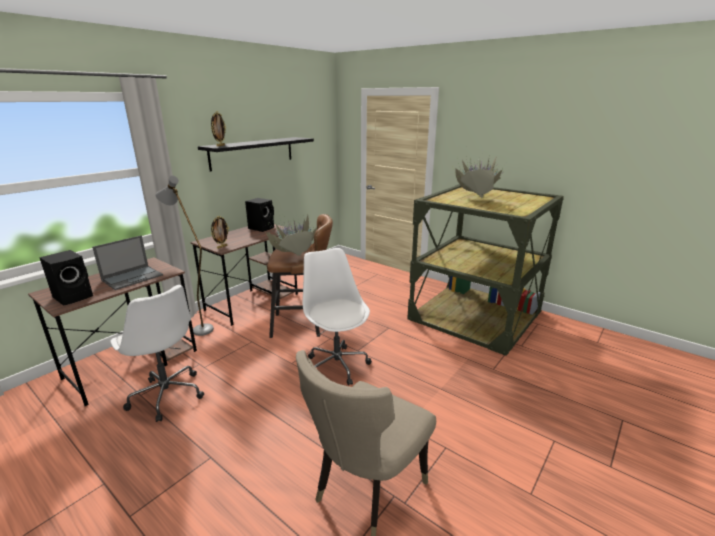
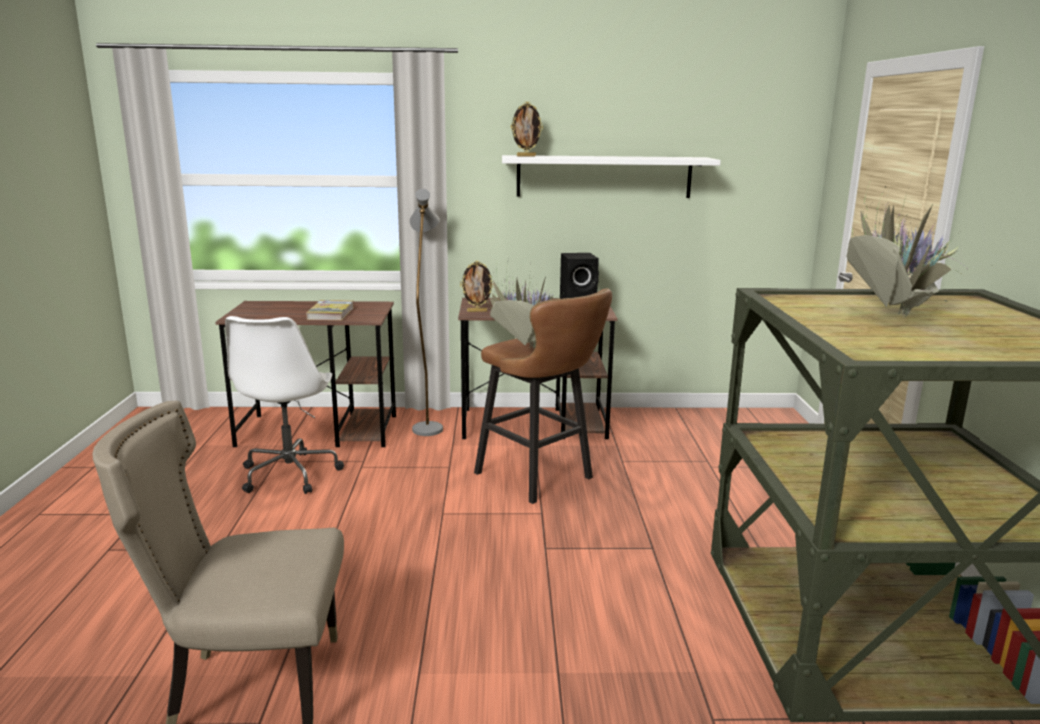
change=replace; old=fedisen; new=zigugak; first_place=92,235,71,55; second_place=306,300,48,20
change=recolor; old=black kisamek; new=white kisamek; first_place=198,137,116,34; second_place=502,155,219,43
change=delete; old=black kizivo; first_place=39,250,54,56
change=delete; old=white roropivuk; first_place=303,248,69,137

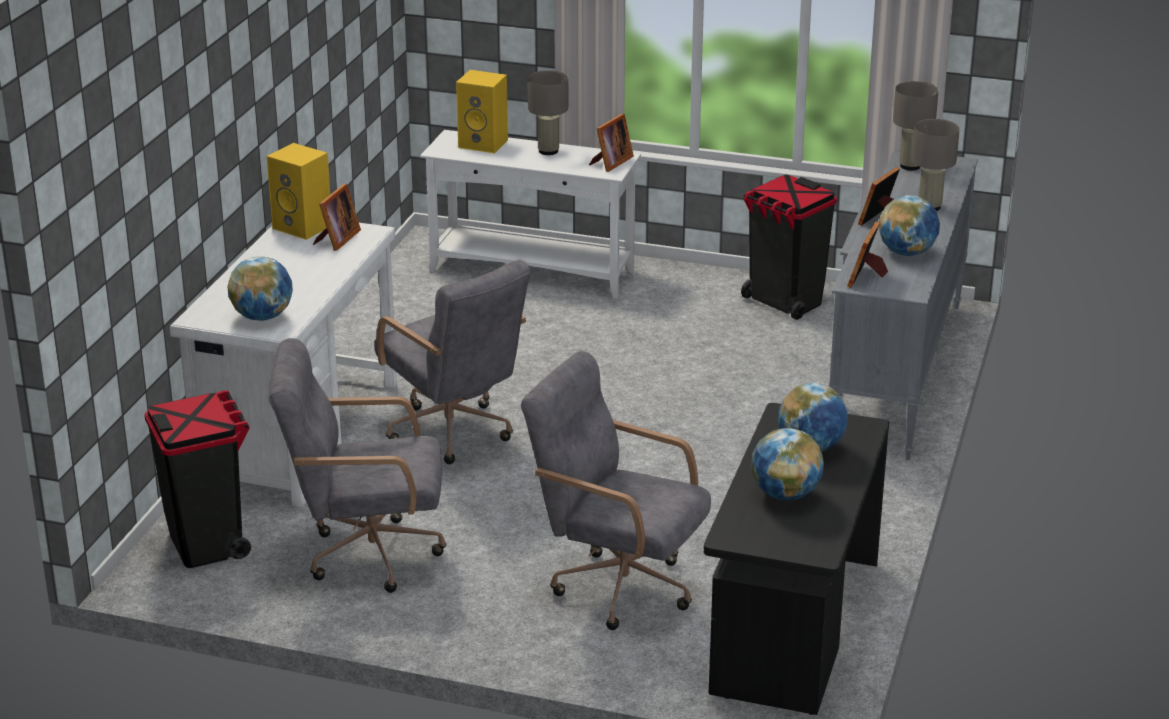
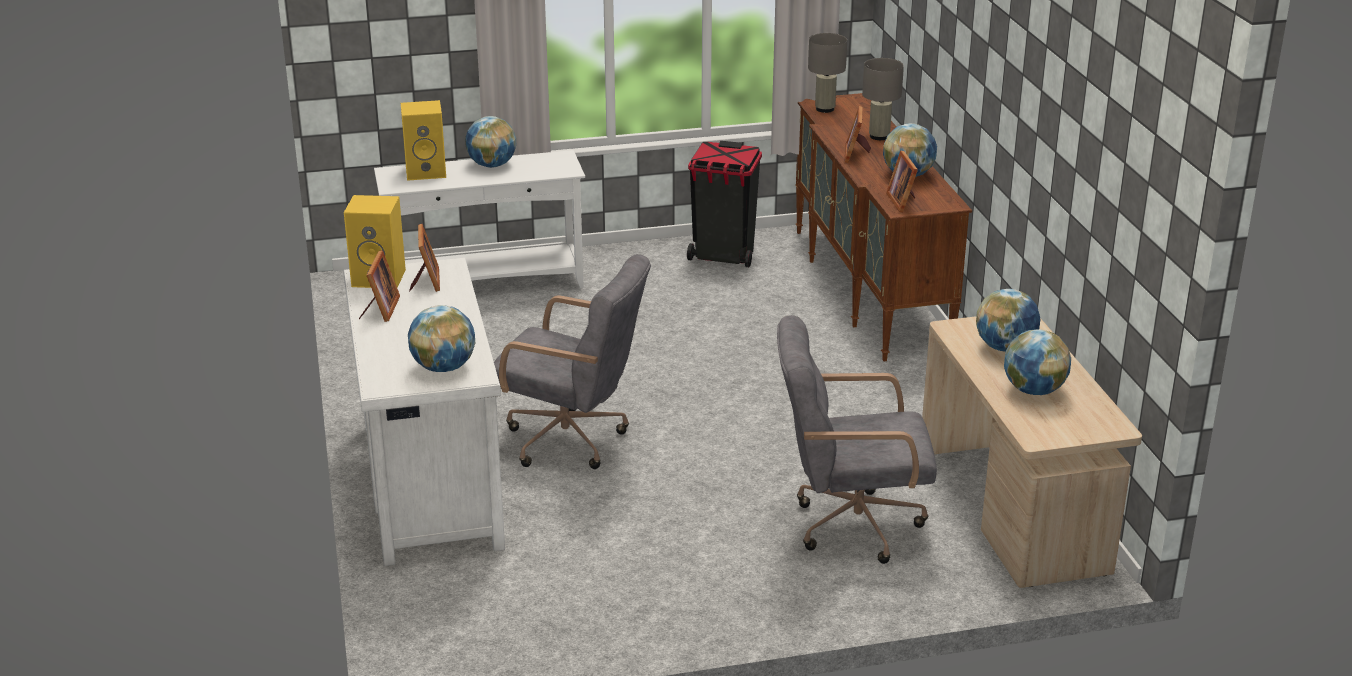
change=move; old=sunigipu; first_place=589,114,45,58; second_place=359,250,41,72
change=replace; old=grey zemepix; new=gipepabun; first_place=528,70,40,85; second_place=465,116,51,52
change=recolor; old=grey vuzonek; new=brown vuzonek; first_place=829,153,149,307; second_place=796,93,176,268
change=recolor; old=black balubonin; new=beige balubonin; first_place=704,403,185,312; second_place=922,316,220,272
change=delete; old=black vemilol; first_place=145,390,106,178
change=delete; old=grey roropivuk; first_place=268,338,178,255

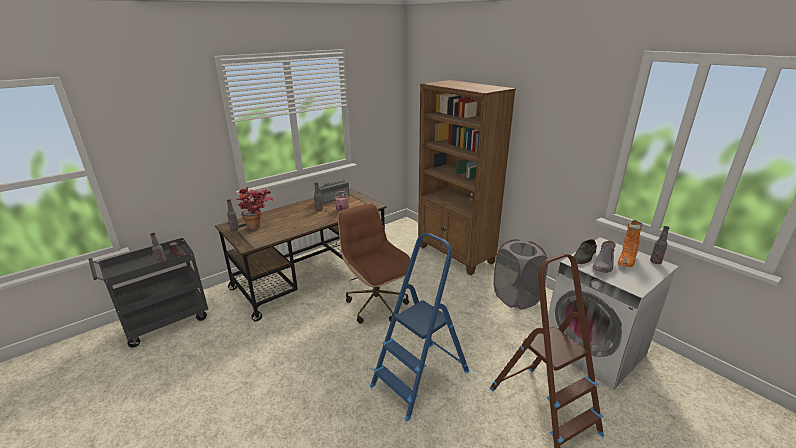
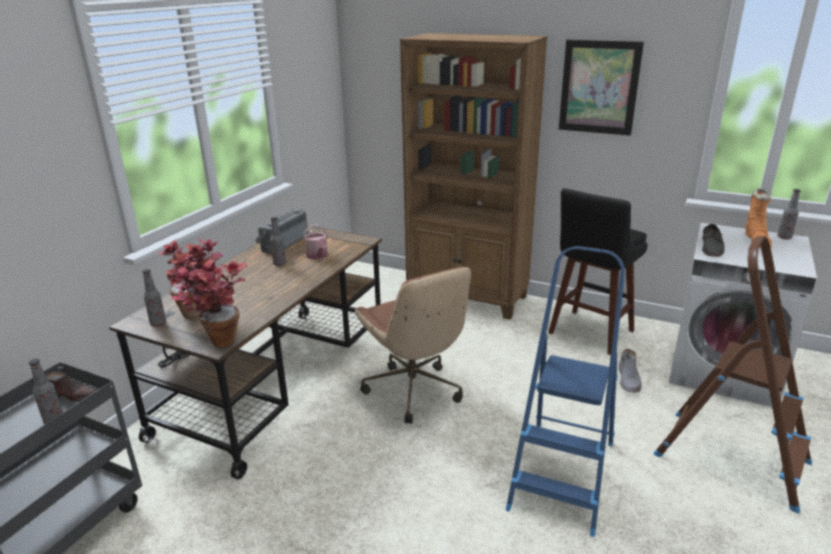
change=insert; new=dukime; second_place=170,260,78,88
change=rotate; old=brown roropivuk; first_place=338,203,72,121; second_place=355,266,116,158; degrees=-150
change=replace; old=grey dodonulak; new=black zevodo; first_place=493,239,55,71; second_place=548,188,100,167
change=insert; new=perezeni; second_place=559,40,85,96
change=move; old=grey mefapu; first_place=593,241,23,32; second_place=619,349,23,43

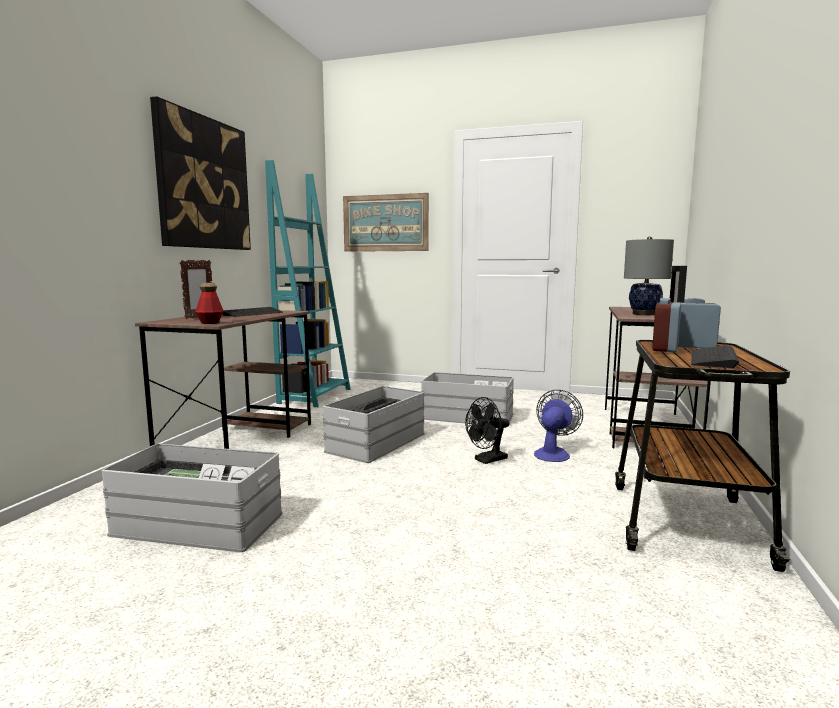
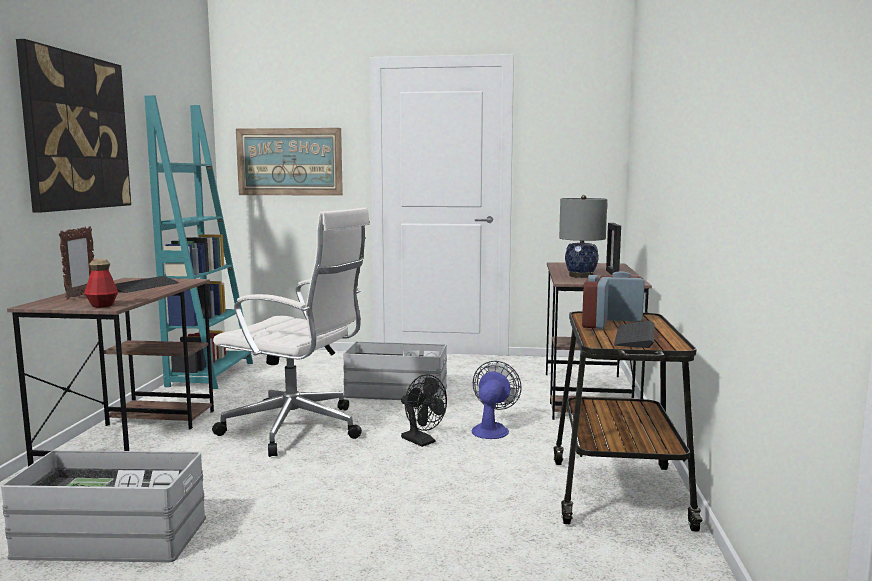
change=replace; old=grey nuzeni; new=white roropivuk; first_place=323,386,102,77; second_place=212,207,158,250
change=rotate; old=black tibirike; first_place=465,397,45,67; second_place=401,374,46,73; degrees=-90

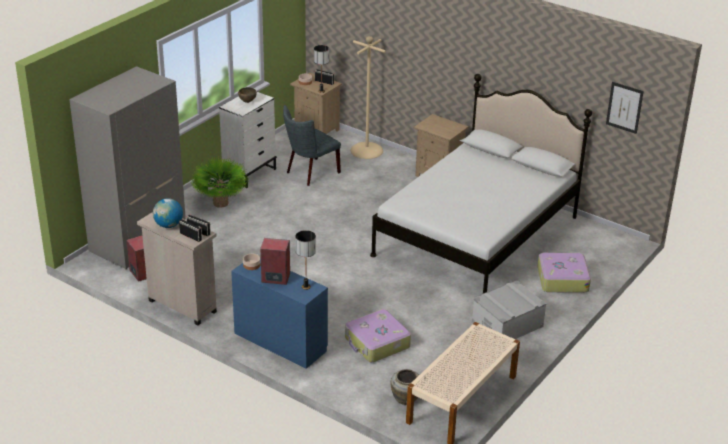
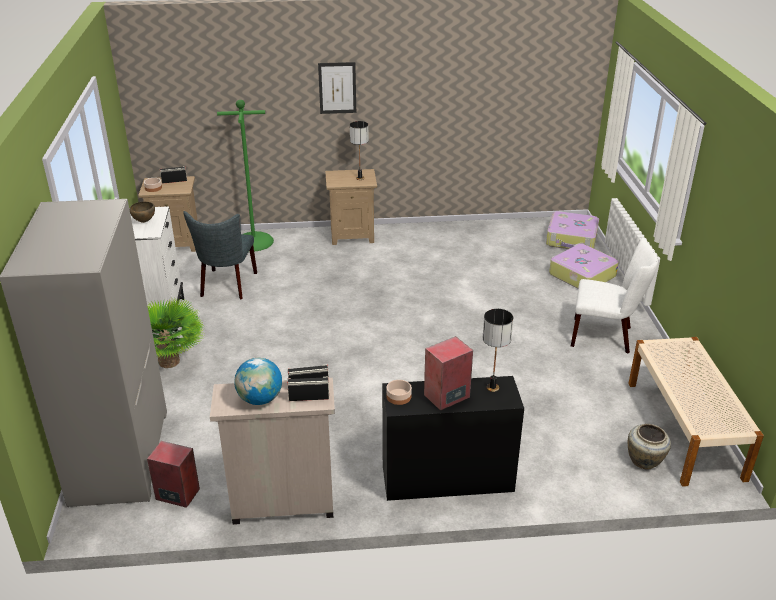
change=recolor; old=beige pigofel; new=green pigofel; first_place=350,36,36,123; second_place=217,100,57,152
change=move; old=perezeni; first_place=606,82,38,52; second_place=318,62,38,52
change=move; old=zemepix; first_place=314,45,15,48; second_place=350,121,19,59
change=recolor; old=blue balubonin; new=black balubonin; first_place=231,257,97,112; second_place=382,376,142,125
change=move; old=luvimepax; first_place=345,309,66,53; second_place=546,211,53,38
change=replace; old=grey nuzeni; new=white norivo; first_place=472,281,74,61; second_place=571,237,87,116
change=delete; old=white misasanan; first_place=370,74,222,220

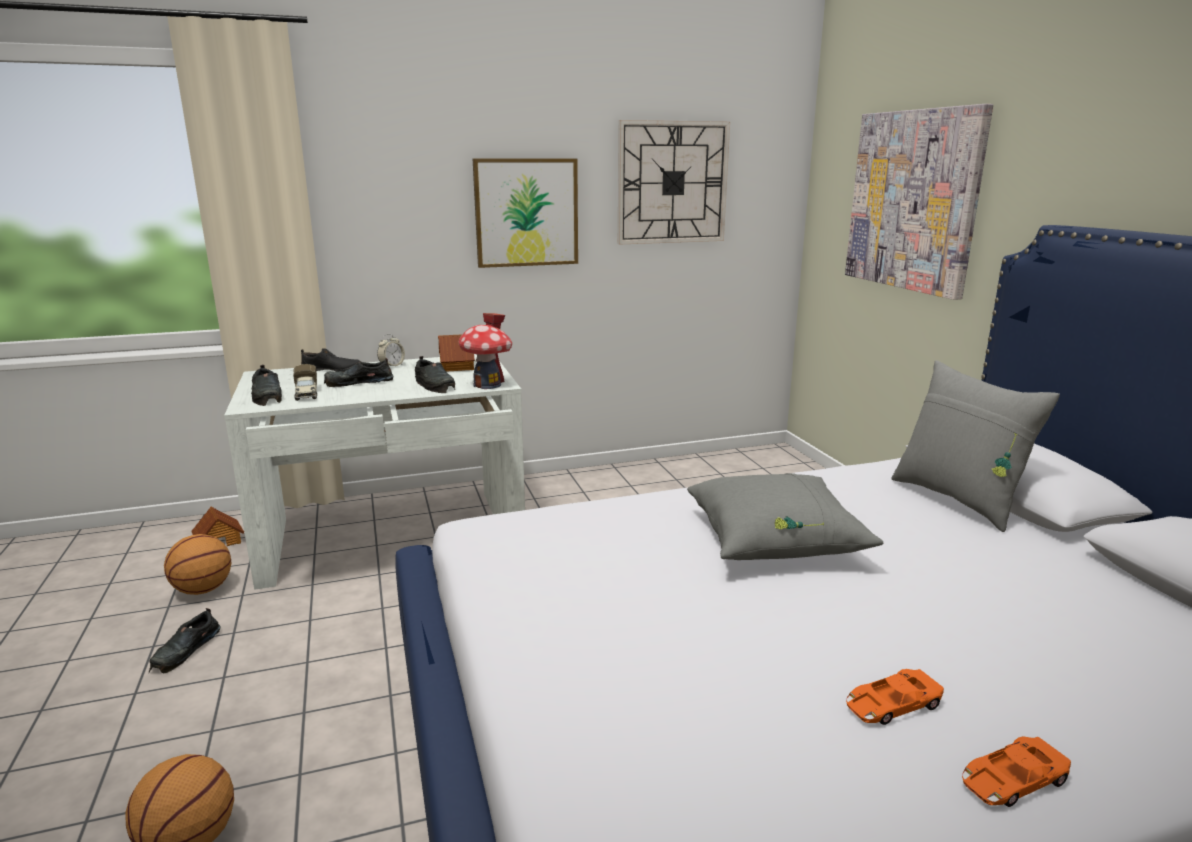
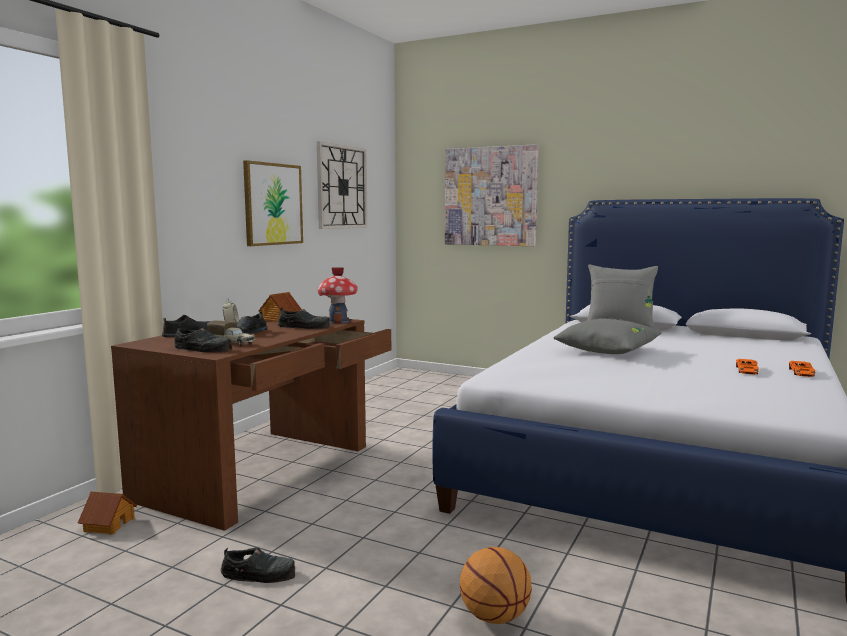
change=recolor; old=white balubonin; new=brown balubonin; first_place=224,354,301,236; second_place=111,316,280,215
change=rotate; old=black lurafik; first_place=149,608,71,65; second_place=221,547,74,36; degrees=-60
change=delete; old=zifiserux; first_place=164,534,67,61

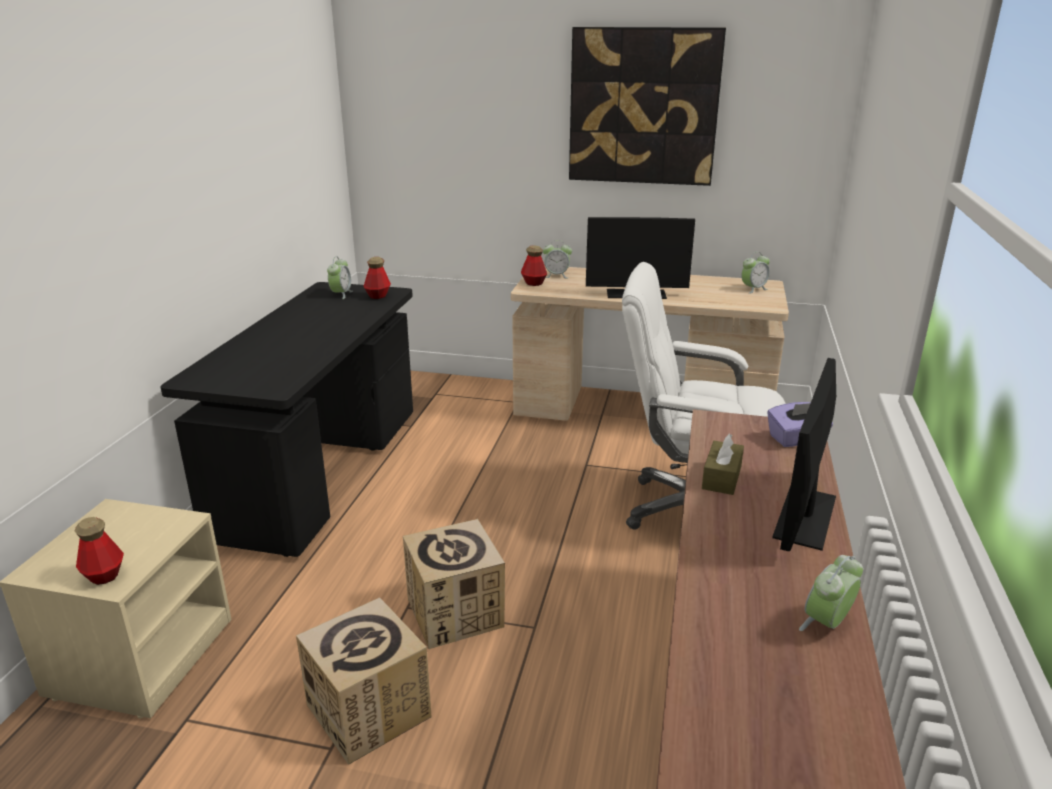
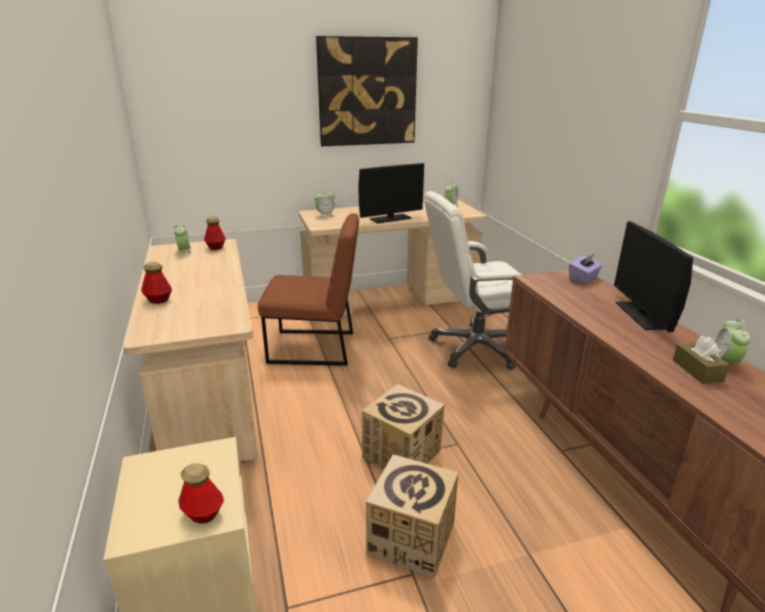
change=recolor; old=black balubonin; new=beige balubonin; first_place=161,282,252,275; second_place=123,239,135,223
change=move; old=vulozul; first_place=521,245,26,41; second_place=141,262,31,42
change=insert; new=brown norivo; second_place=258,213,101,153
change=move; old=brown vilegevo; first_place=702,433,42,62; second_place=673,336,57,48

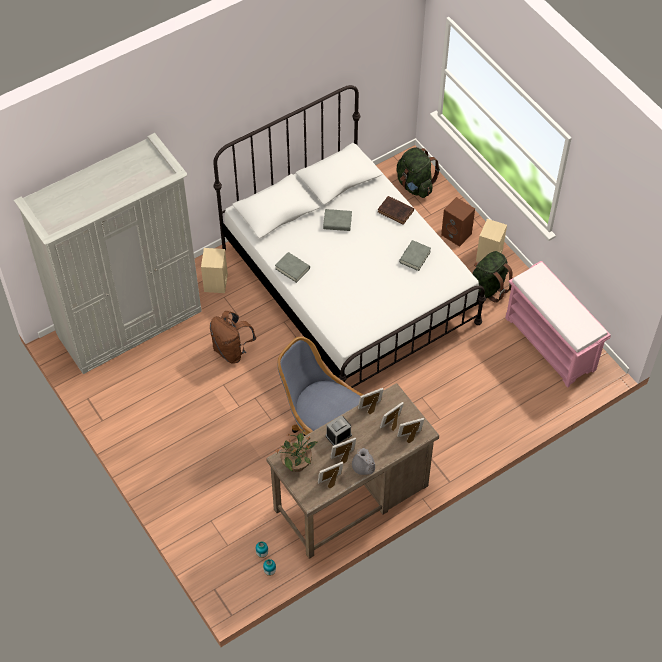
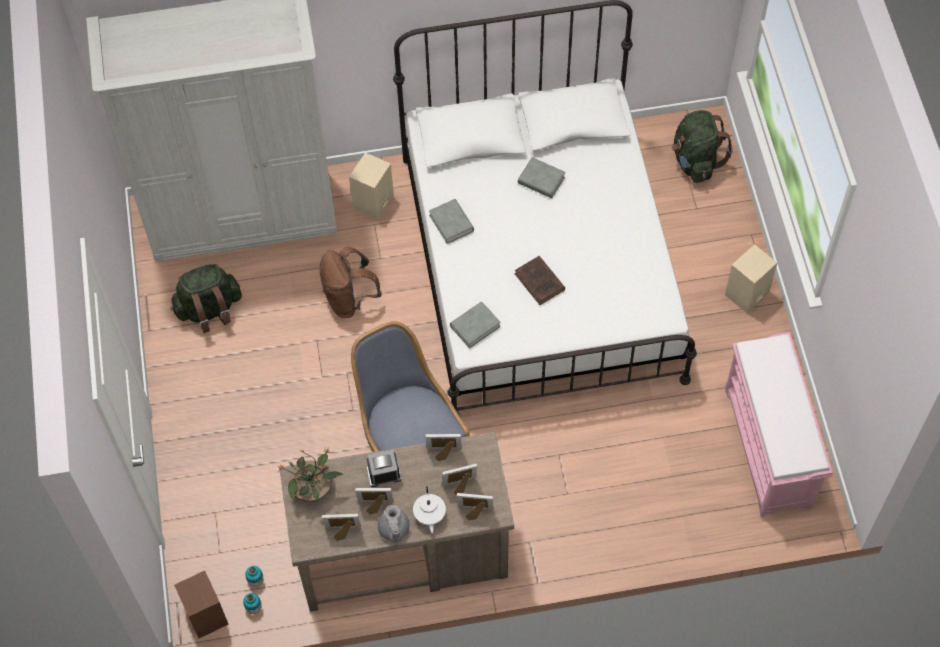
change=move; old=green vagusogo; first_place=472,251,40,52; second_place=170,264,72,69
change=move; old=brown kizivo; first_place=441,197,34,50; second_place=174,571,55,68
change=insert; new=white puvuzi; second_place=413,486,33,47
change=move; old=grey zigugak; first_place=399,240,32,31; second_place=450,302,51,46
change=move; old=brown zigugak; first_place=378,196,36,29; second_place=515,256,50,49

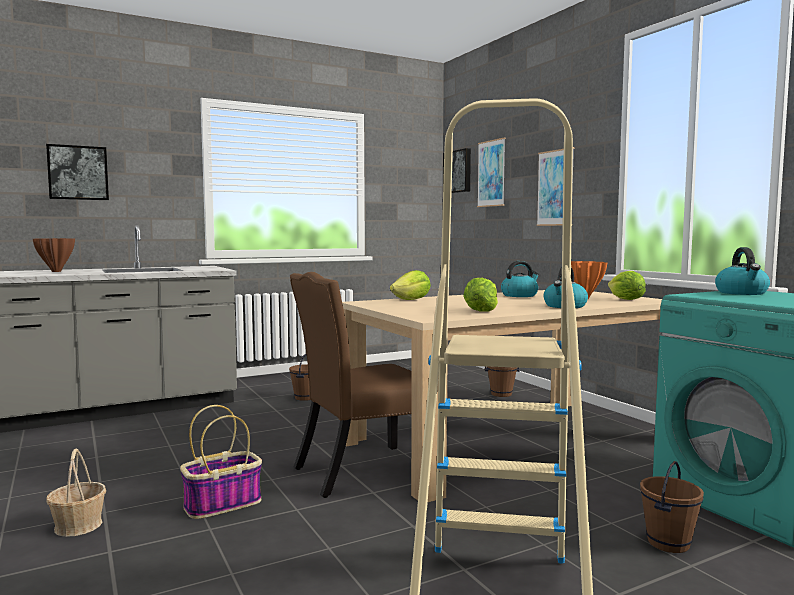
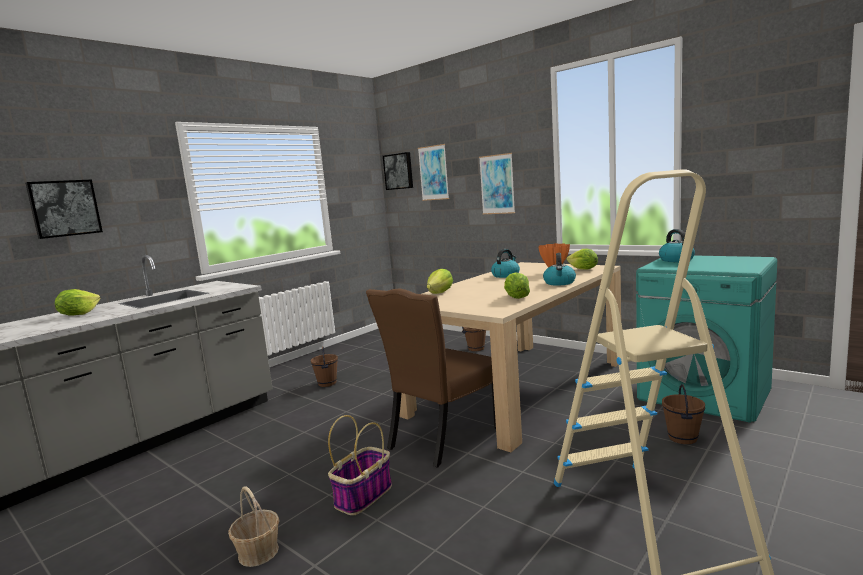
change=replace; old=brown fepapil; new=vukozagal; first_place=33,238,42,34; second_place=55,289,45,27

